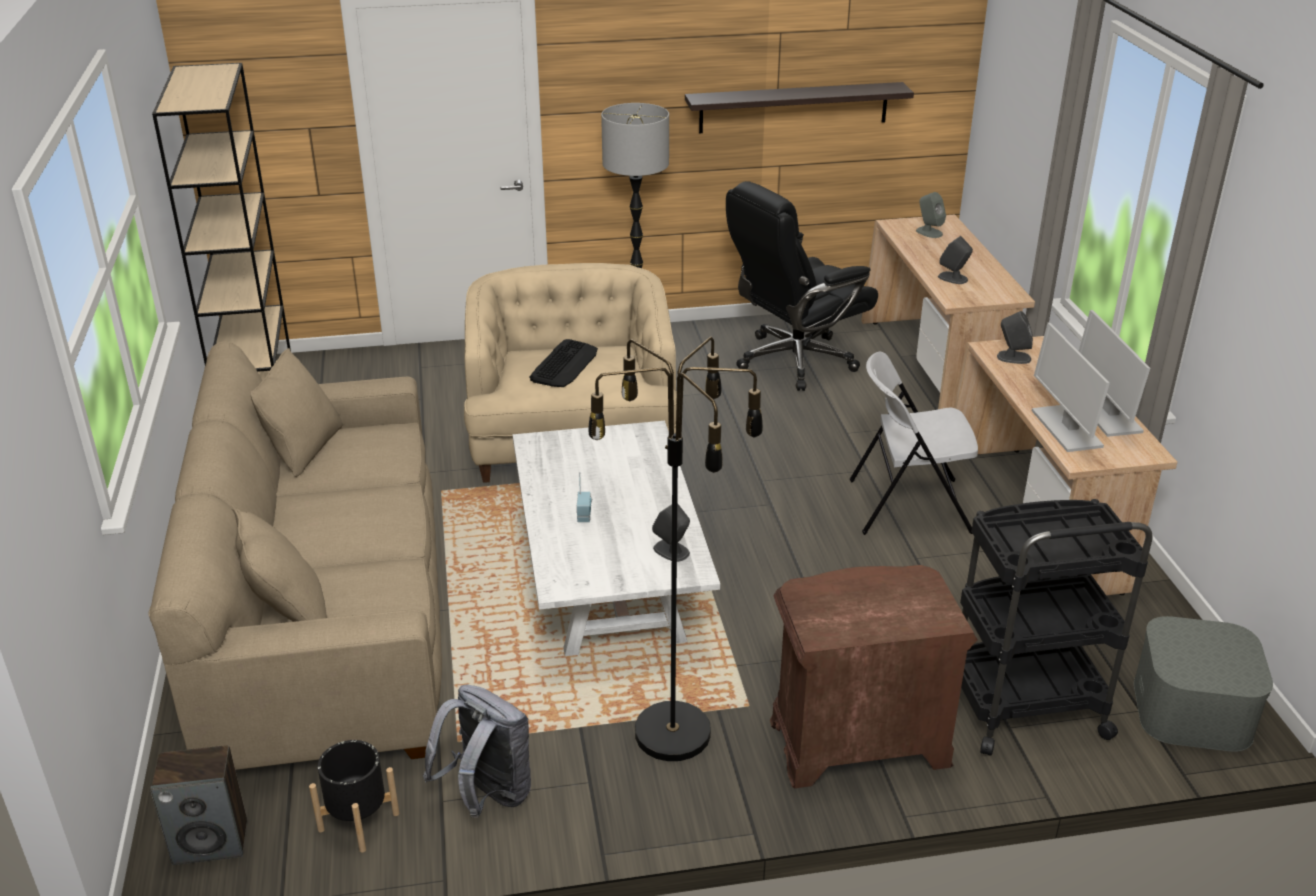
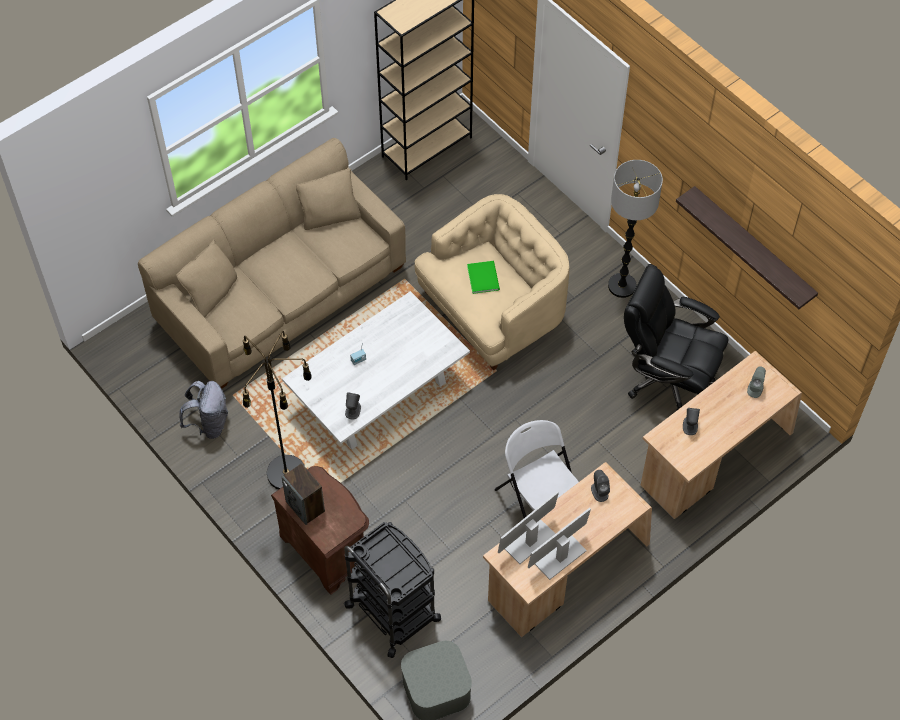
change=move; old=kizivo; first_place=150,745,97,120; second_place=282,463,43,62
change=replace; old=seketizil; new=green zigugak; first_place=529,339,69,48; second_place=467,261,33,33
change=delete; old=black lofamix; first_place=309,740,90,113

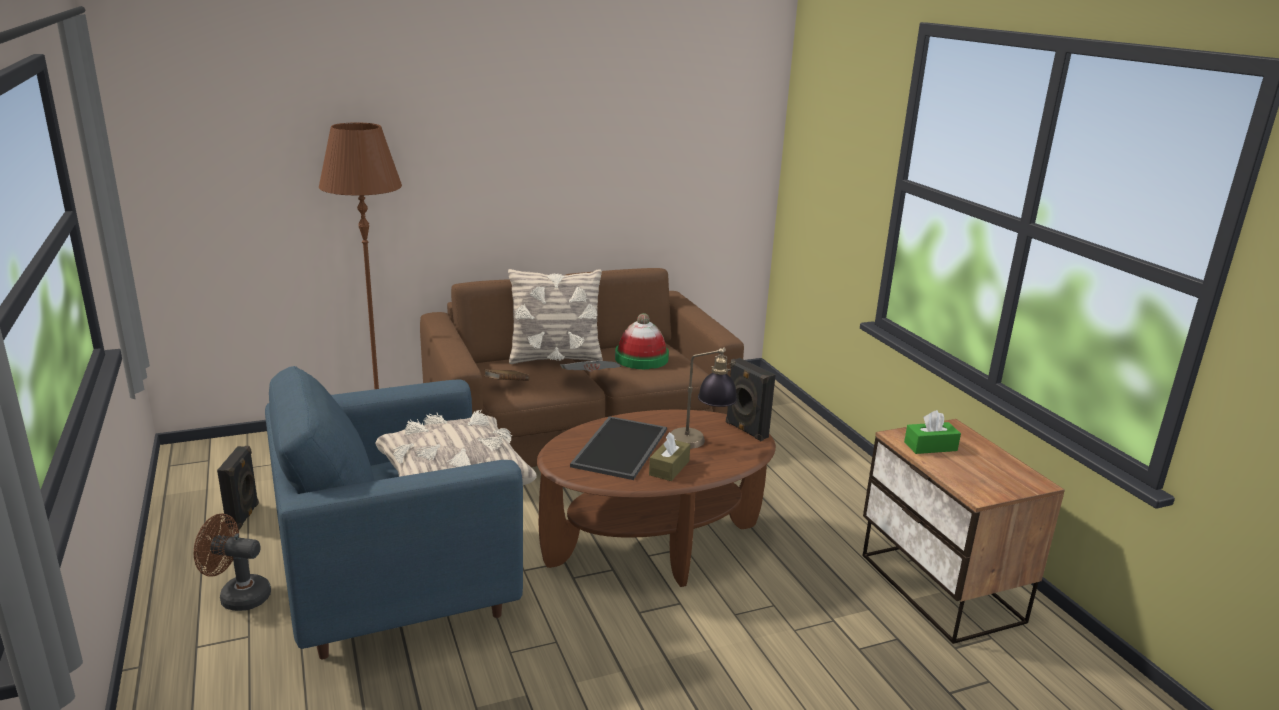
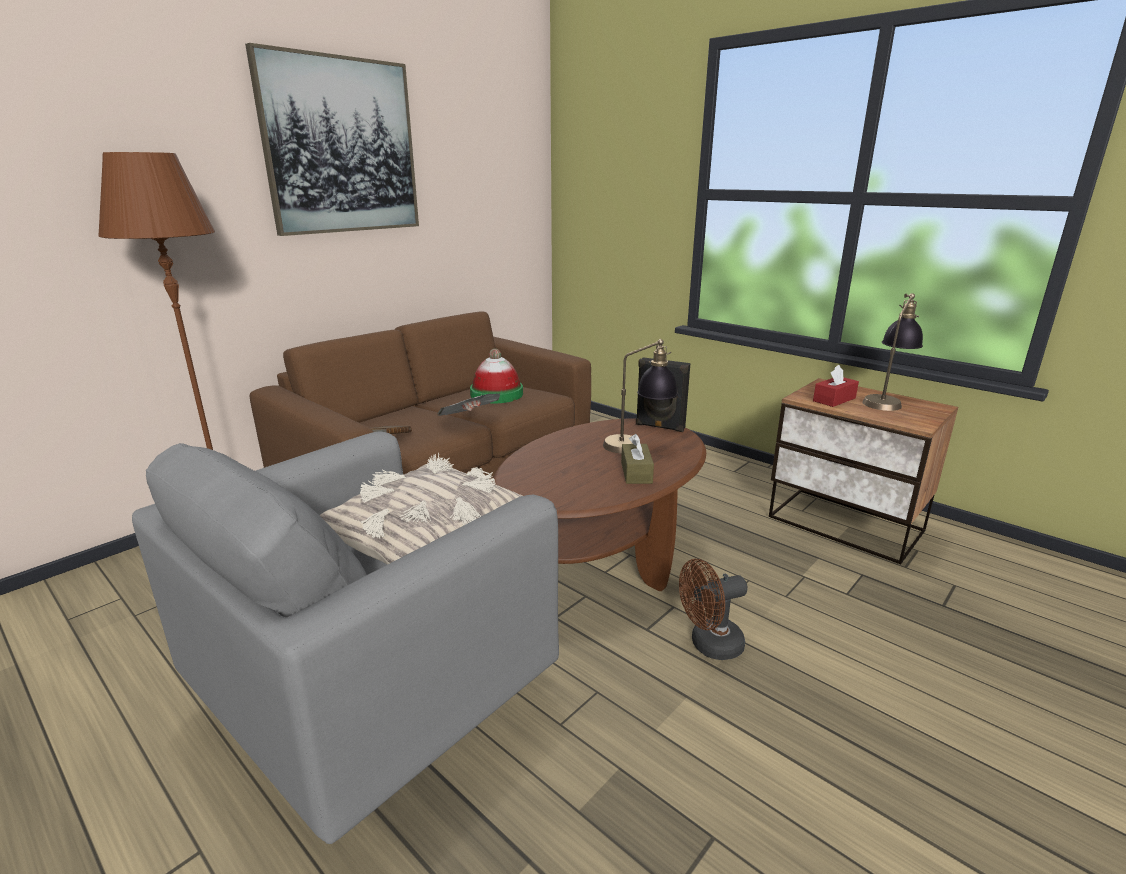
change=recolor; old=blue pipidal; new=grey pipidal; first_place=265,366,258,293; second_place=132,431,427,413
change=insert; new=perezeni; second_place=245,43,174,193
change=move; old=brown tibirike; first_place=194,513,77,98; second_place=679,559,69,101
change=recolor; old=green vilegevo; new=red vilegevo; first_place=904,410,57,44; second_place=813,365,46,42
change=insert; new=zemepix; second_place=862,293,61,118
change=delete; old=black kizivo; first_place=217,446,42,84
change=delete; old=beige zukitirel; first_place=508,269,95,95
change=delete; old=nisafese; first_place=570,416,97,64

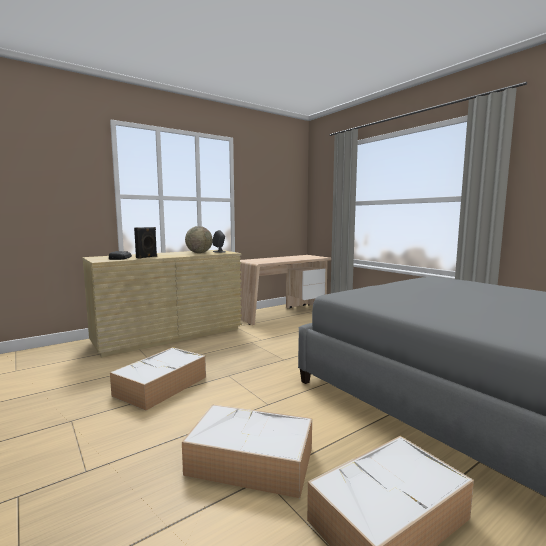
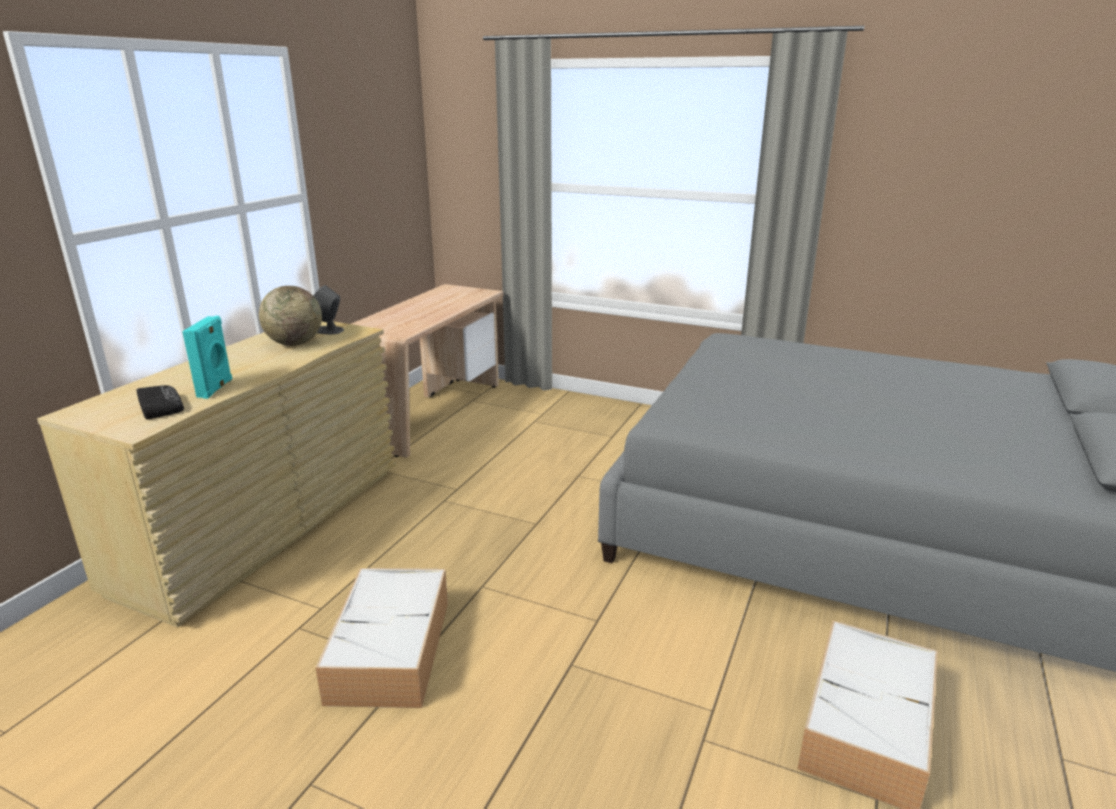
change=recolor; old=black kizivo; new=turquoise kizivo; first_place=134,227,23,32; second_place=182,316,50,83
change=delete; old=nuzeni; first_place=182,405,130,93

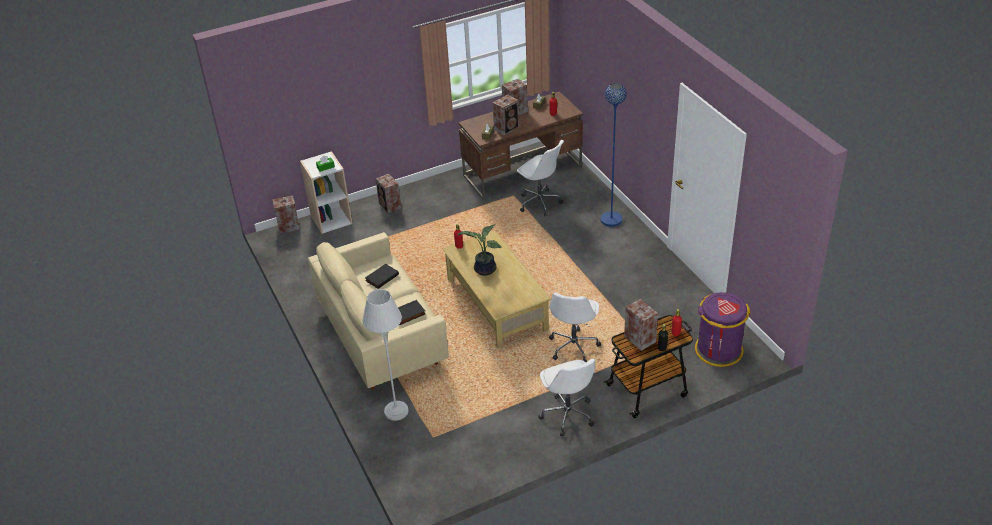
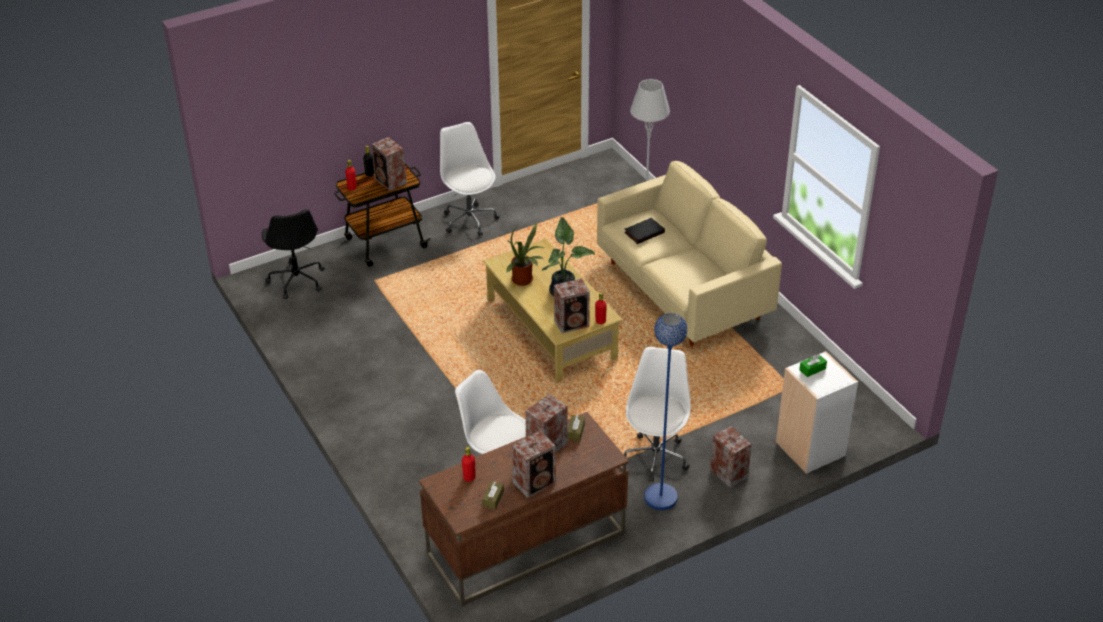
change=replace; old=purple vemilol; new=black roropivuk; first_place=695,292,56,75; second_place=262,209,63,90
change=insert; new=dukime; second_place=506,223,38,63
change=move; old=kizivo; first_place=272,195,28,39; second_place=554,278,36,55
change=move; old=white roropivuk; first_place=549,293,52,70; second_place=624,347,67,135
change=move; old=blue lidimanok; first_place=600,83,26,144; second_place=644,313,43,197
change=delete; old=black zigugak; first_place=365,264,34,25

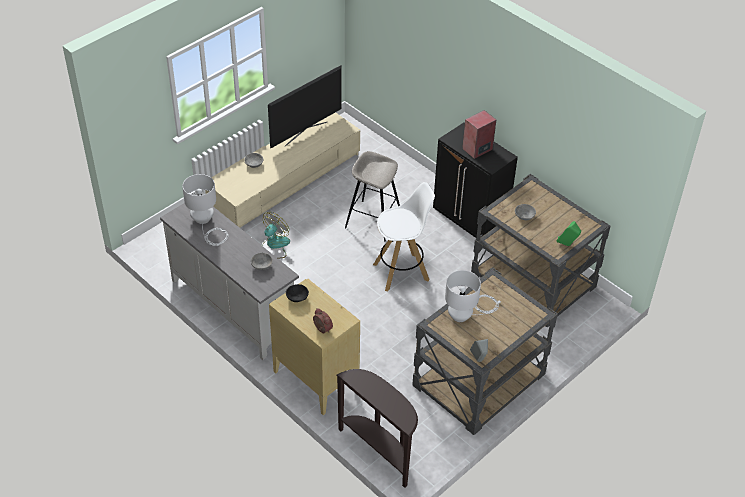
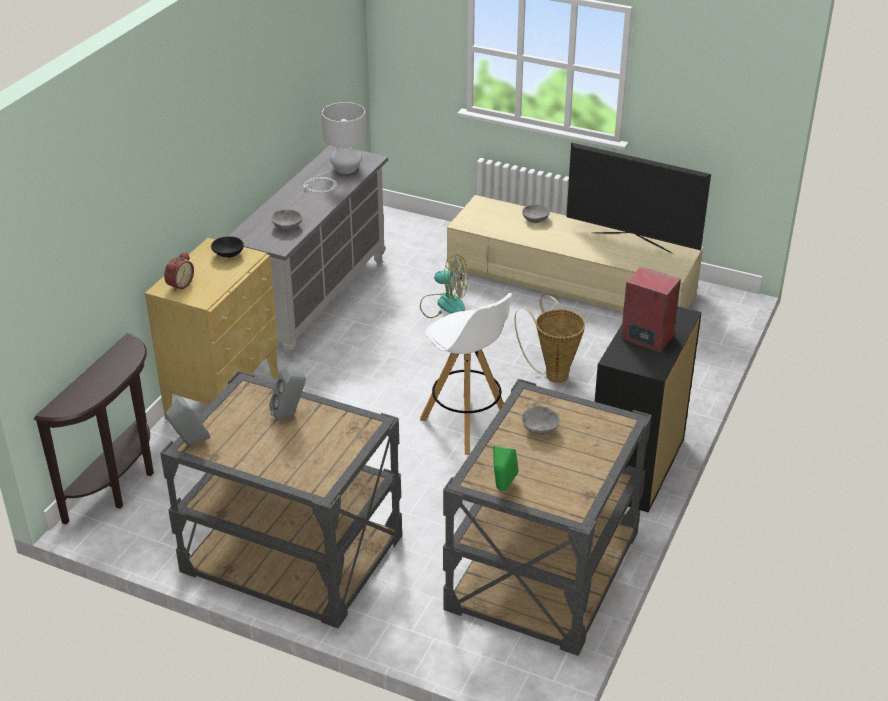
change=replace; old=grey zemepix; new=grey kizivo; first_place=445,270,56,52; second_place=269,368,37,53
change=replace; old=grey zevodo; new=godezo; first_place=345,151,55,90; second_place=514,295,71,88

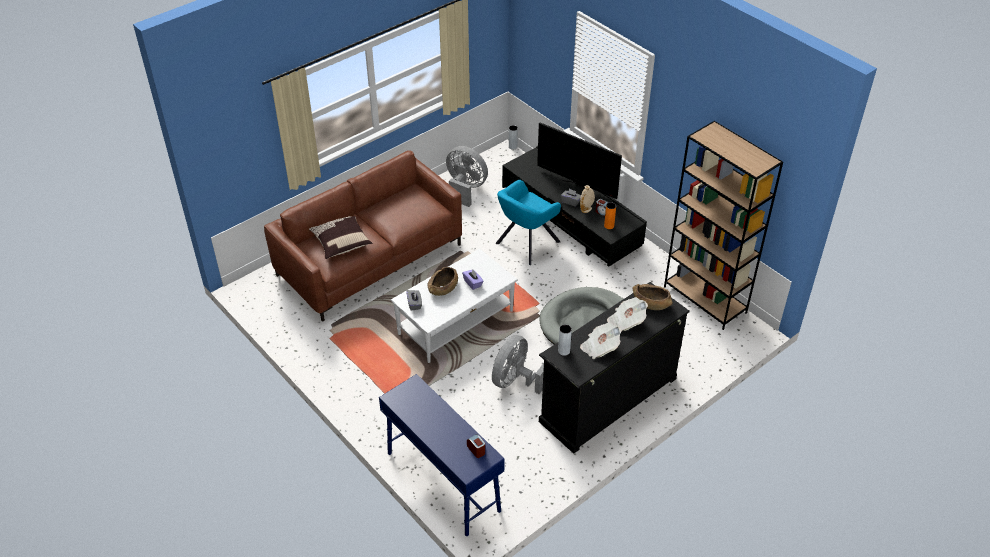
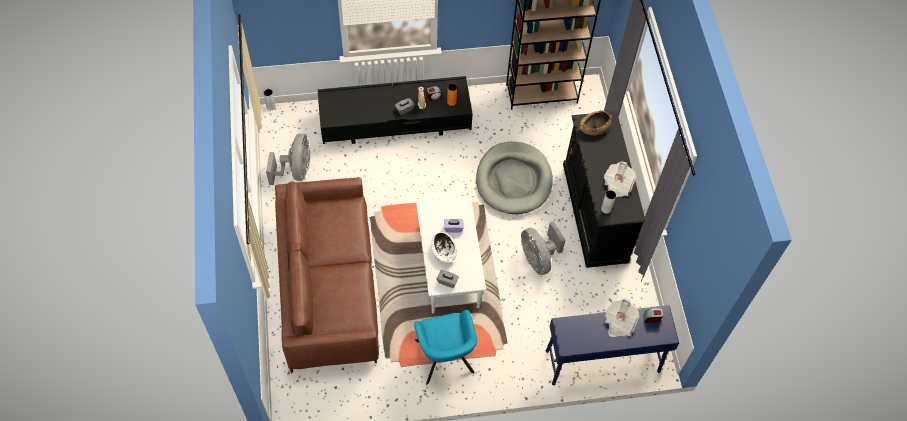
change=rotate; old=grey tibirike; first_place=446,146,42,61; second_place=266,134,44,51; degrees=120
change=move; old=turquoise pipidal; first_place=495,180,66,85; second_place=414,310,63,74
change=recolor; old=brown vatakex; new=white vatakex; first_place=428,267,30,29; second_place=431,231,26,32
change=move; old=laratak; first_place=607,297,41,34; second_place=605,299,34,38
change=delete; old=zukitirel; first_place=309,216,63,43
change=delete; old=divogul; first_place=537,122,85,77

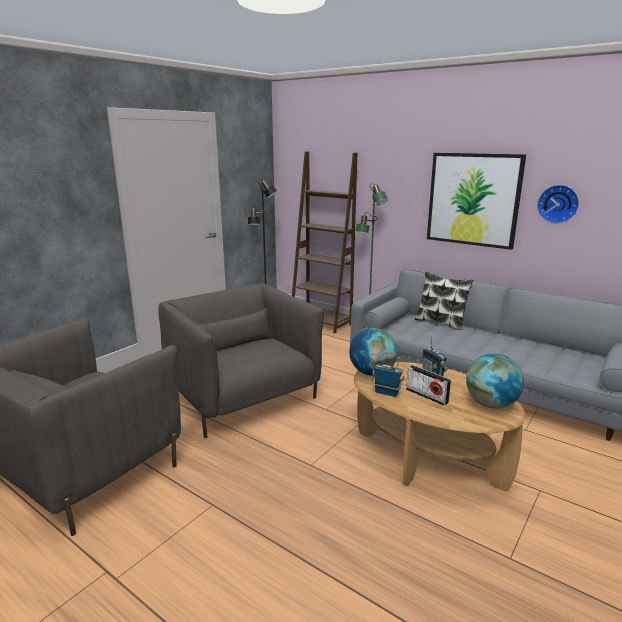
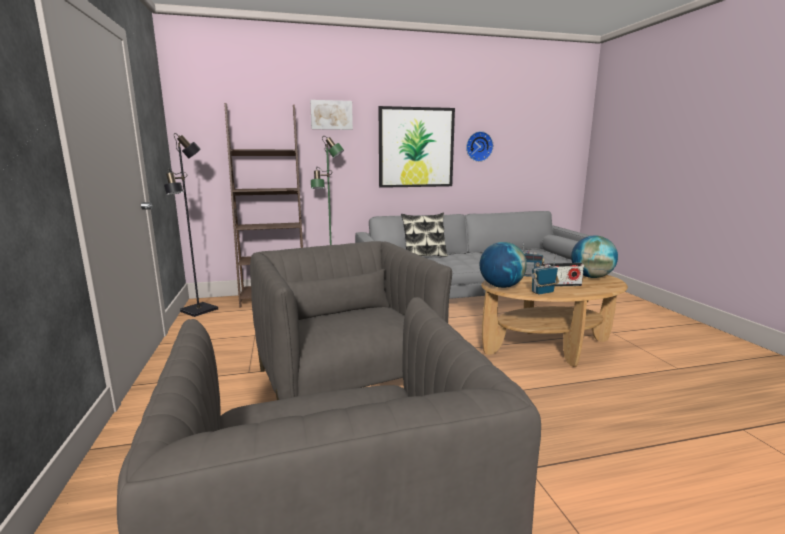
change=rotate; old=grey pipidal; first_place=158,284,166,154; second_place=250,241,202,159; degrees=60
change=insert; new=perezeni; second_place=310,100,43,30

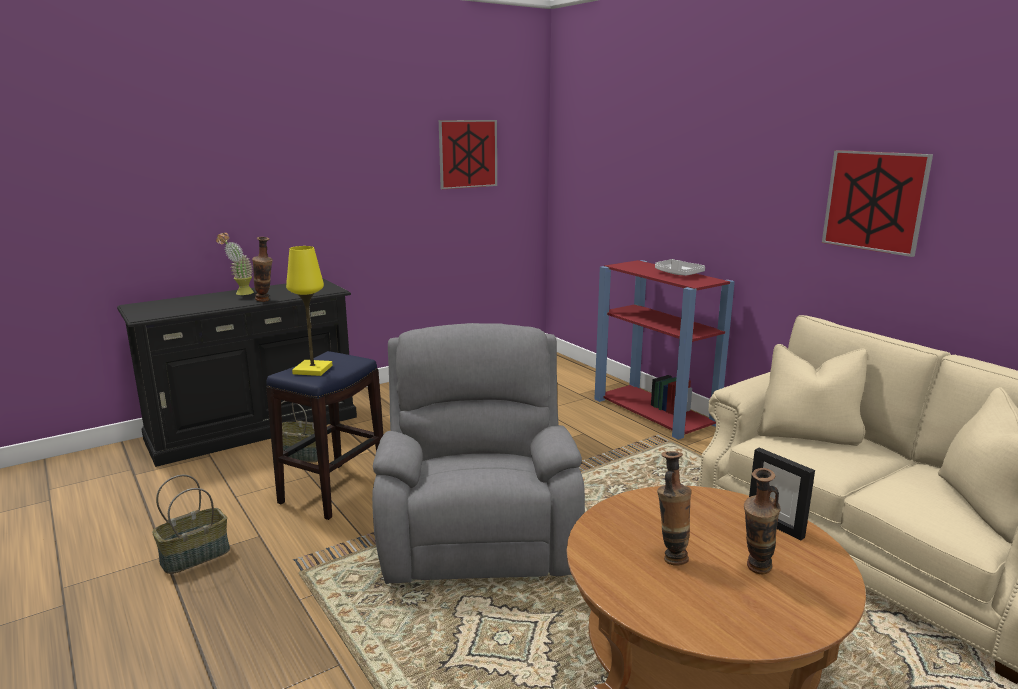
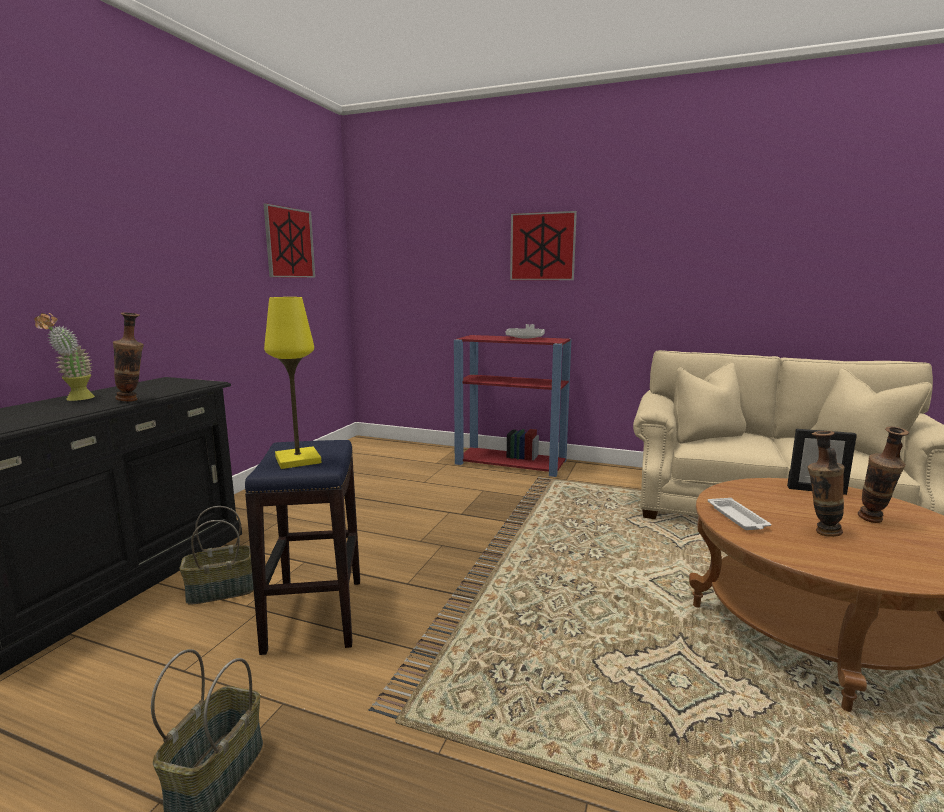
change=move; old=perezeni; first_place=822,150,111,107; second_place=510,211,67,69
change=insert; new=white nisafese; second_place=708,498,63,32
change=delete; old=grey pipidal; first_place=372,323,213,261

